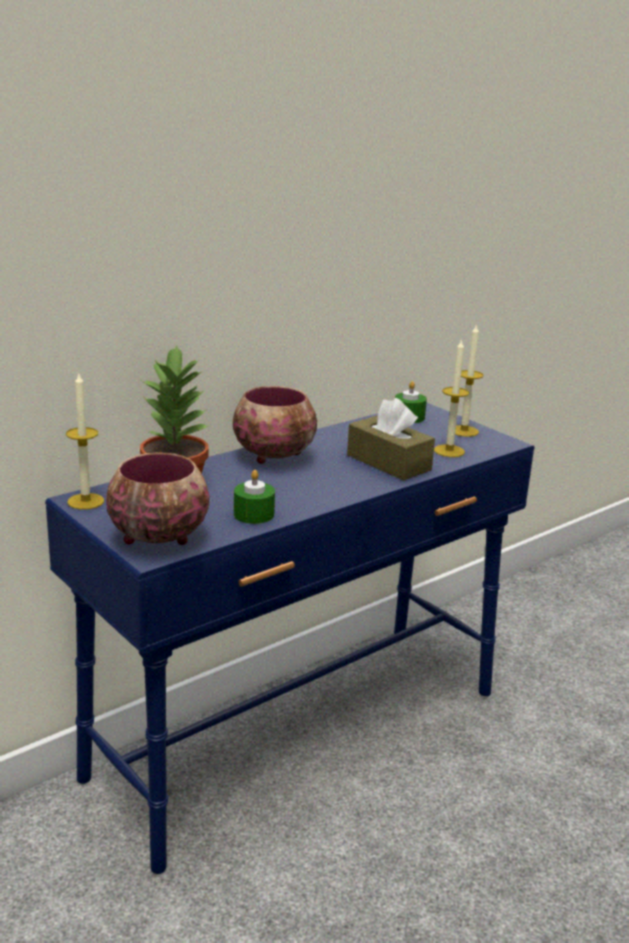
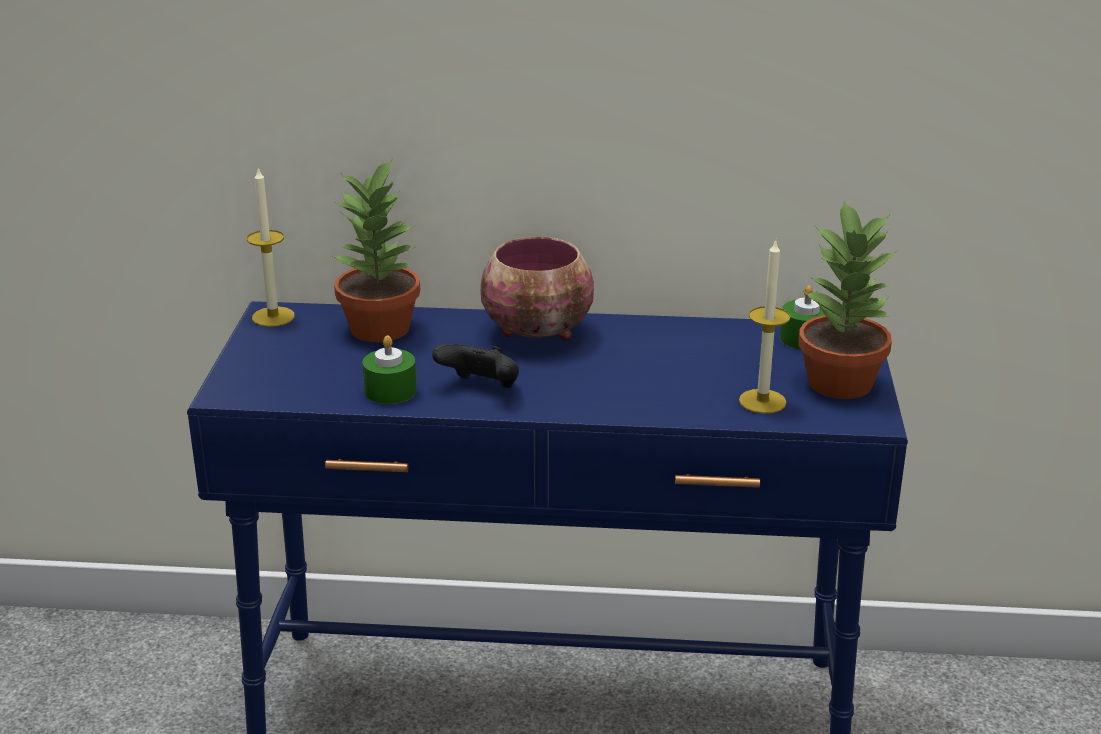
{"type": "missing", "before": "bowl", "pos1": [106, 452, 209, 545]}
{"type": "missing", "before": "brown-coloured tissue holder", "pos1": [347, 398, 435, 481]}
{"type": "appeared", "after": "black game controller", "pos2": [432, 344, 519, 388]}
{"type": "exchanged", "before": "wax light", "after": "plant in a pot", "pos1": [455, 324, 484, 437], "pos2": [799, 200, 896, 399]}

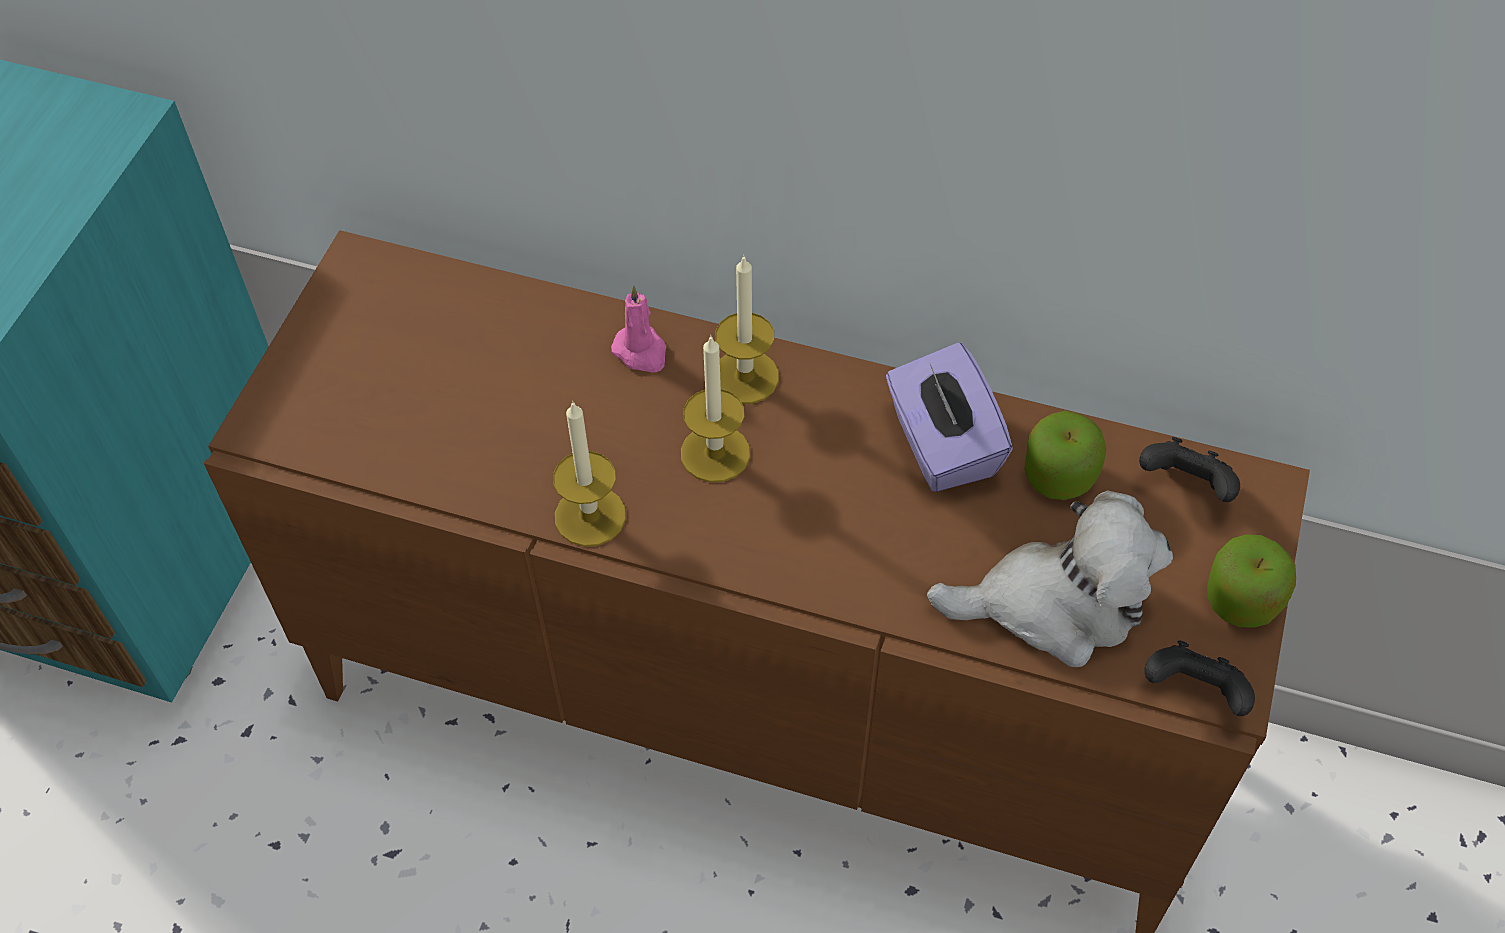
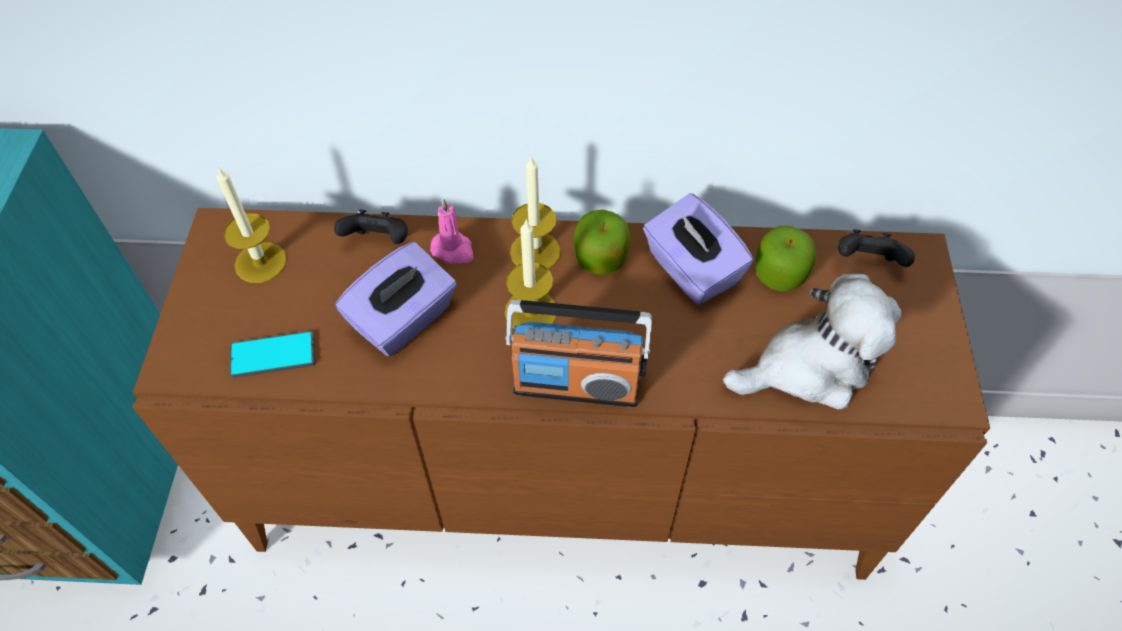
{"type": "appeared", "after": "phone", "pos2": [230, 331, 315, 378]}
{"type": "appeared", "after": "purple tissue holder", "pos2": [335, 242, 457, 356]}
{"type": "appeared", "after": "radio", "pos2": [505, 300, 652, 407]}
{"type": "relocated", "before": "wax light", "pos1": [553, 401, 626, 547], "pos2": [217, 167, 287, 283]}
{"type": "relocated", "before": "black game controller", "pos1": [1144, 641, 1255, 716], "pos2": [334, 210, 408, 244]}
{"type": "relocated", "before": "apple fruit", "pos1": [1207, 534, 1296, 628], "pos2": [574, 209, 631, 275]}

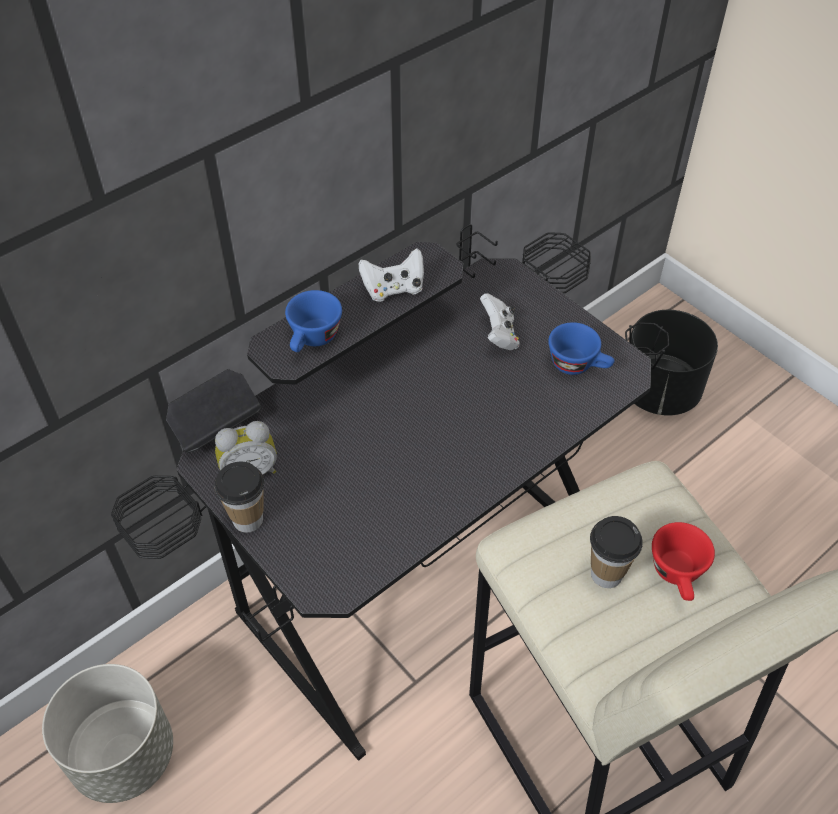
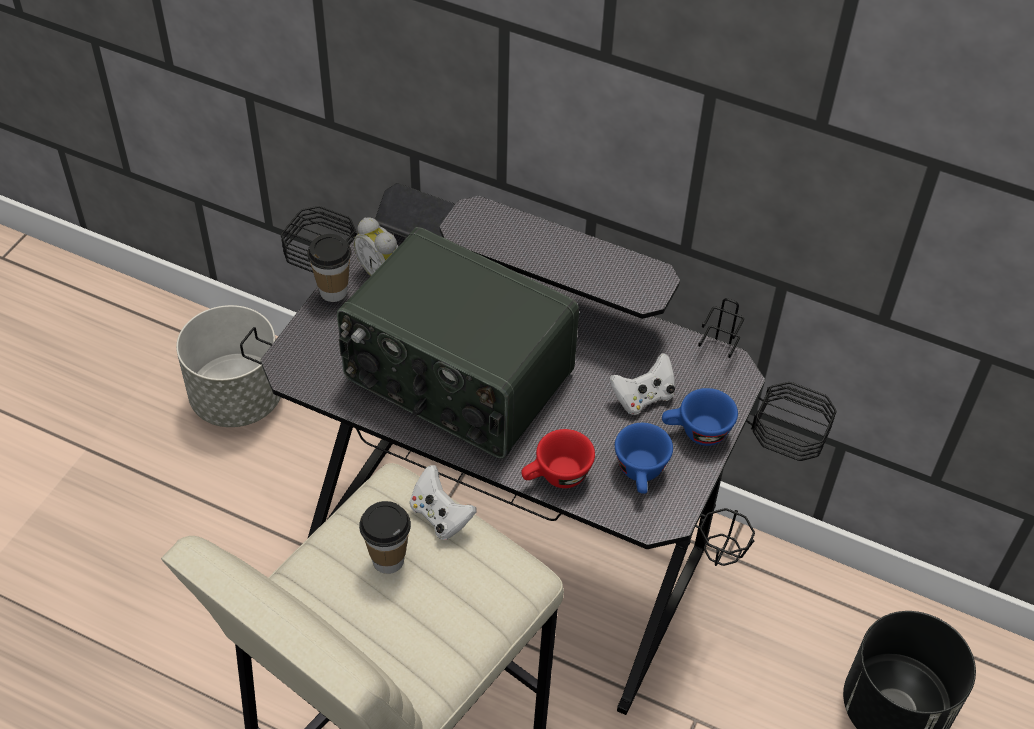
{"type": "appeared", "after": "radio", "pos2": [337, 227, 579, 458]}
{"type": "relocated", "before": "blue-coloured cup", "pos1": [285, 290, 342, 352], "pos2": [662, 388, 738, 446]}
{"type": "relocated", "before": "white-coloured game controller", "pos1": [359, 248, 424, 302], "pos2": [410, 465, 477, 540]}
{"type": "relocated", "before": "red-coloured cup", "pos1": [652, 522, 715, 601], "pos2": [521, 429, 595, 488]}

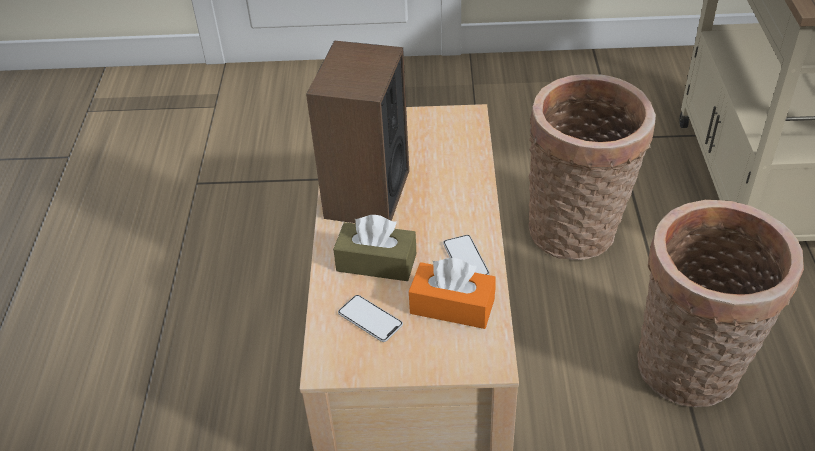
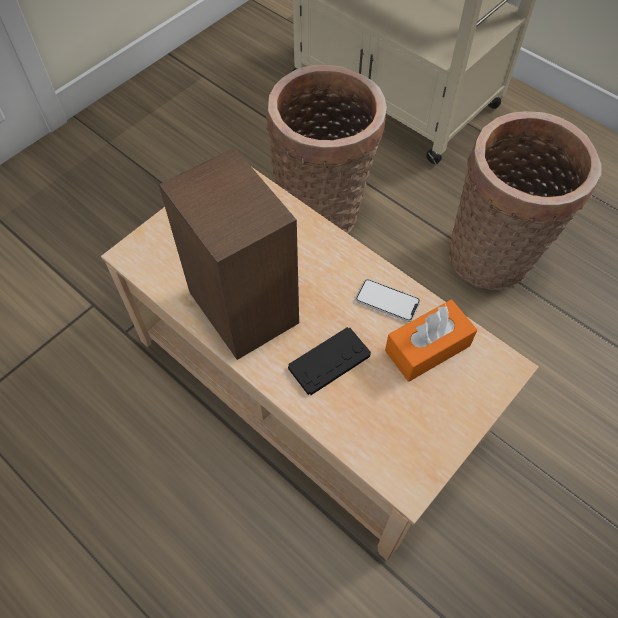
{"type": "missing", "before": "phone", "pos1": [338, 295, 403, 342]}
{"type": "exchanged", "before": "brown-coloured tissue holder", "after": "black game controller", "pos1": [333, 215, 416, 281], "pos2": [288, 327, 371, 395]}

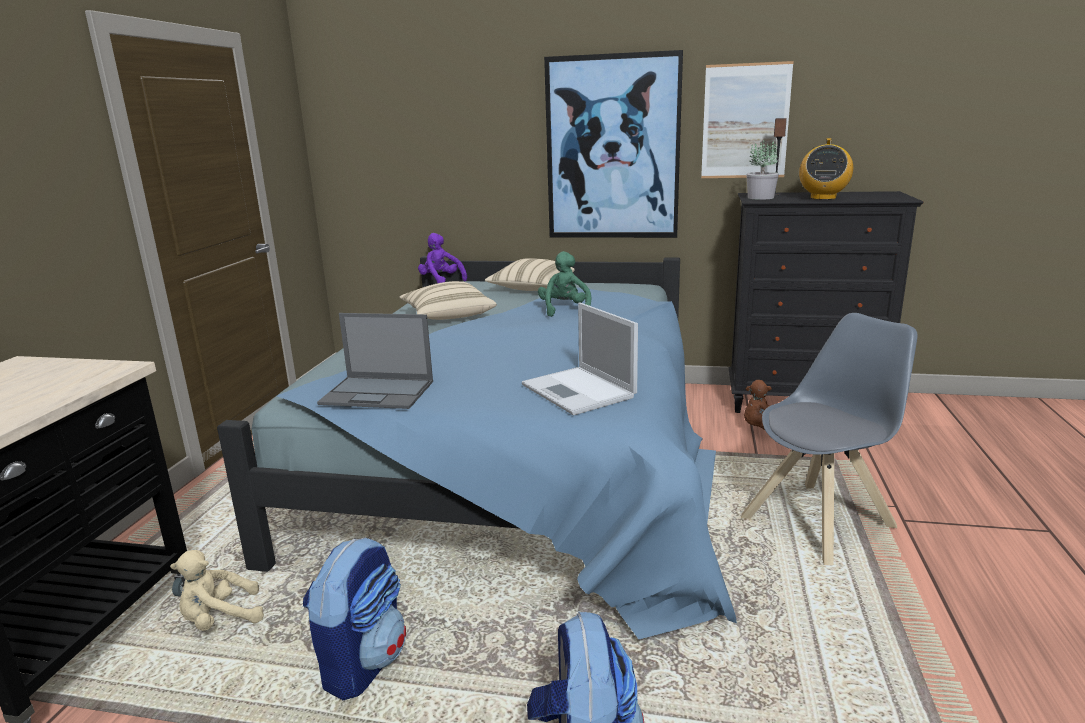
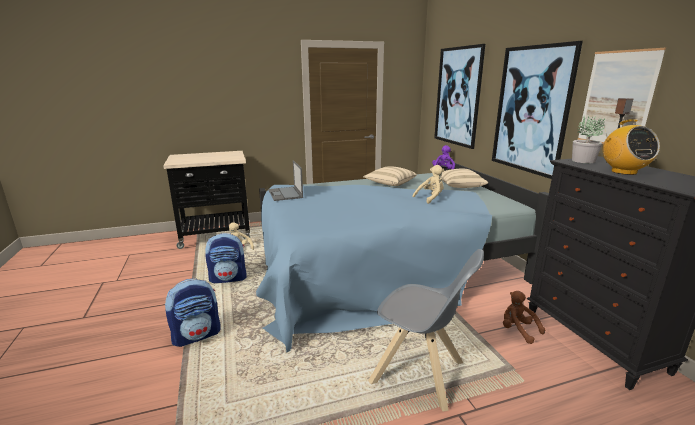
{"type": "missing", "before": "notebook computer", "pos1": [522, 302, 638, 415]}
{"type": "appeared", "after": "picture", "pos2": [434, 44, 486, 149]}
{"type": "colour", "before": "green-coloured plush toy", "after": "beige plush toy", "pos1": [538, 251, 591, 317], "pos2": [413, 165, 444, 204]}
{"type": "spun", "before": "radio", "pos1": [799, 138, 853, 200], "pos2": [603, 119, 660, 175], "turn": -90}

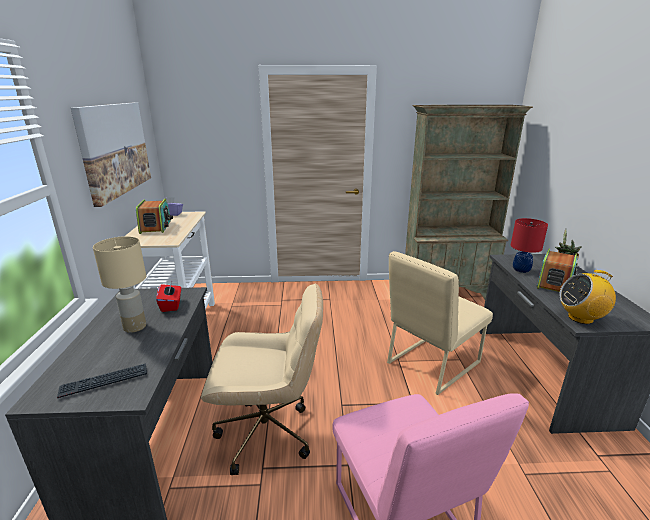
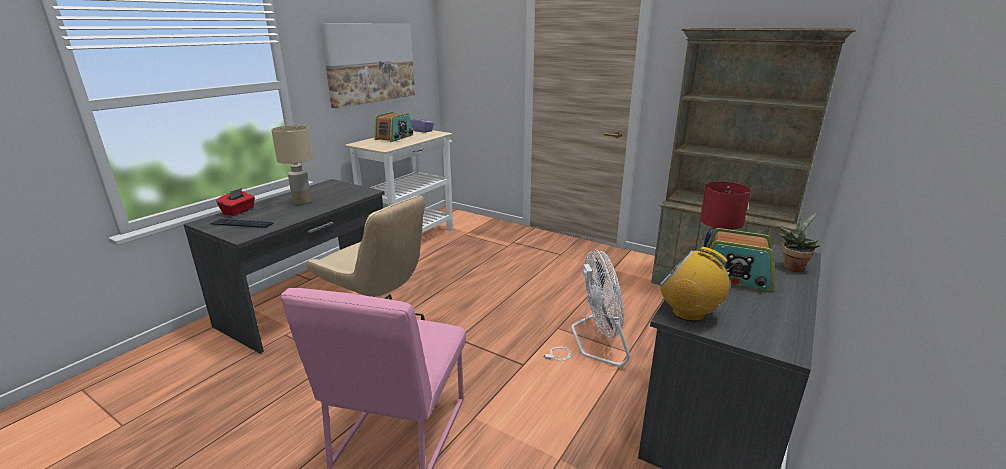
{"type": "relocated", "before": "red-coloured tissue holder", "pos1": [156, 282, 181, 312], "pos2": [216, 188, 255, 216]}
{"type": "exchanged", "before": "beige upright chair", "after": "white-coloured electric fan", "pos1": [387, 251, 493, 395], "pos2": [543, 250, 630, 369]}
{"type": "spun", "before": "radio", "pos1": [537, 249, 578, 292], "pos2": [704, 228, 774, 291], "turn": 45}

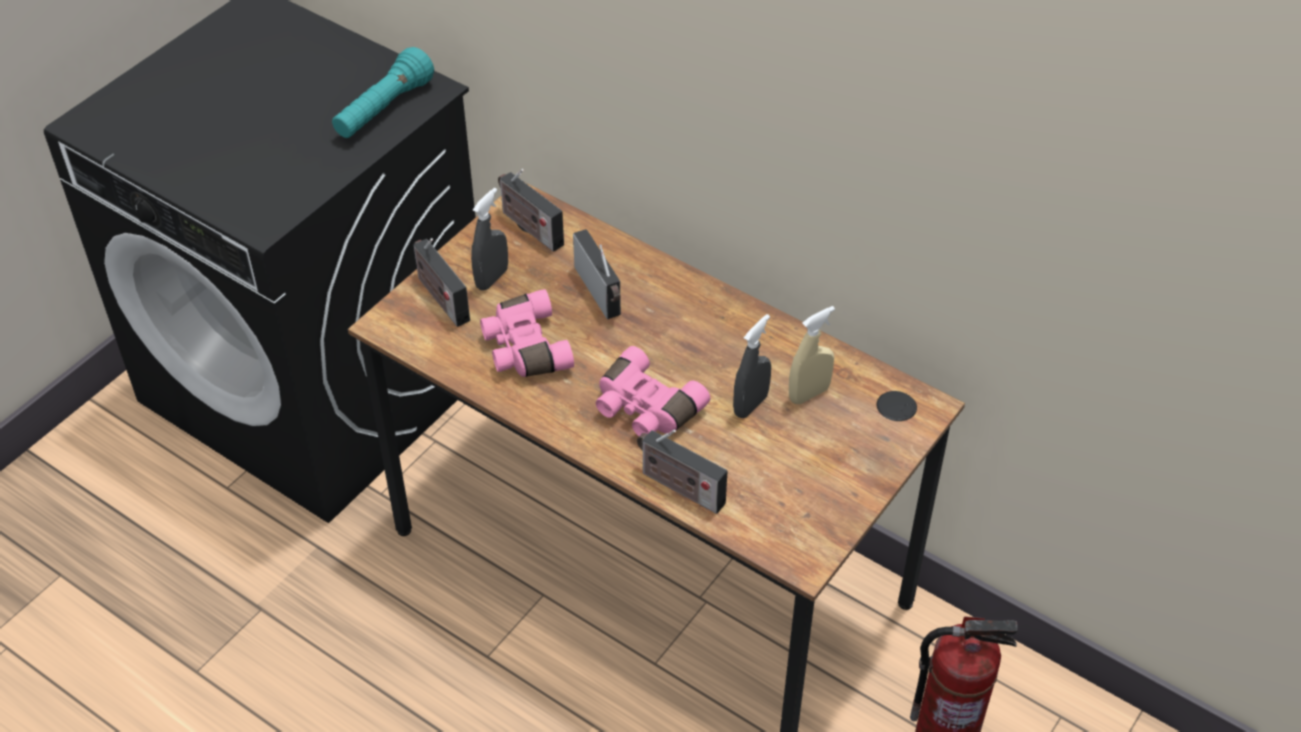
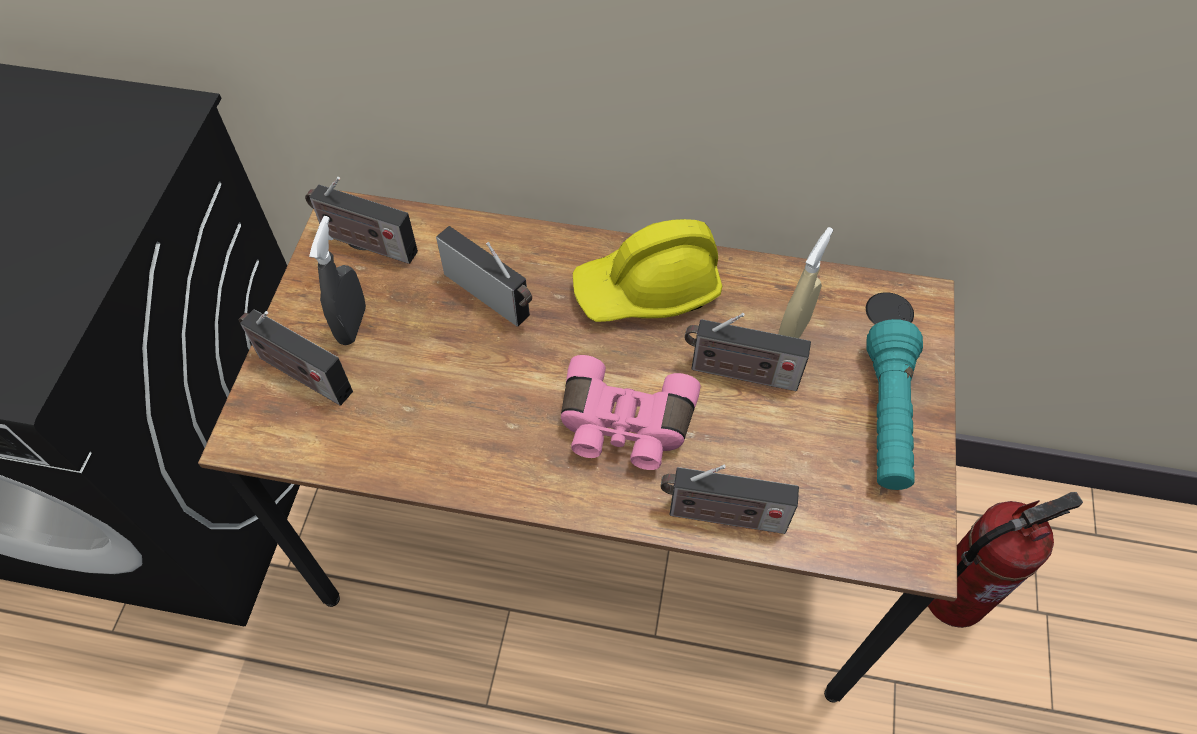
{"type": "missing", "before": "pinkish field glasses", "pos1": [480, 289, 574, 377]}
{"type": "appeared", "after": "yellowish work helmet", "pos2": [573, 219, 722, 322]}
{"type": "relocated", "before": "turquoise hand torch", "pos1": [332, 47, 434, 138], "pos2": [866, 319, 923, 490]}
{"type": "exchanged", "before": "gray spray bottle", "after": "radio", "pos1": [733, 314, 771, 418], "pos2": [685, 313, 811, 391]}

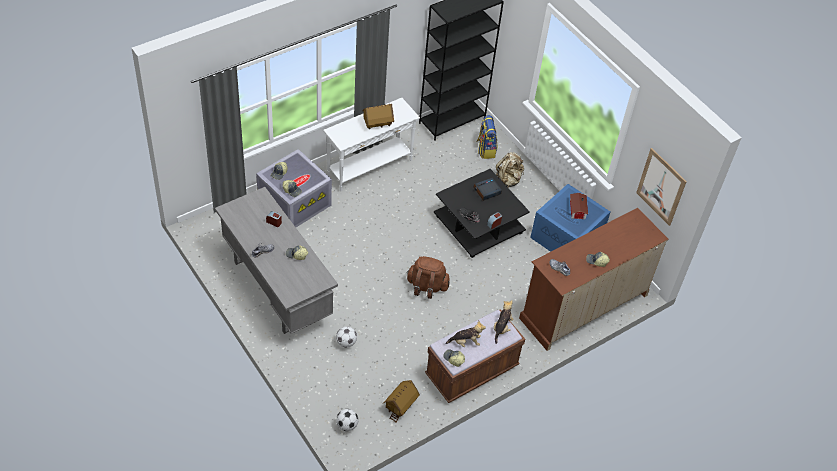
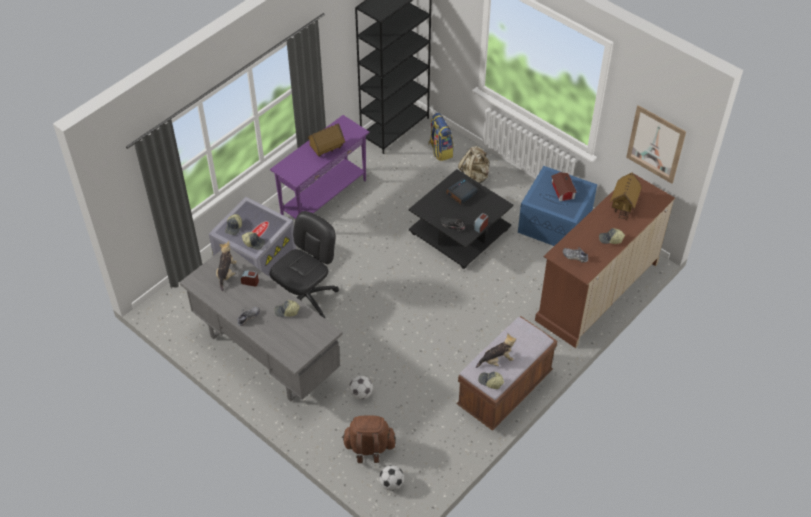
{"type": "appeared", "after": "black computer chair", "pos2": [269, 211, 339, 318]}
{"type": "relocated", "before": "toy house", "pos1": [384, 380, 420, 423], "pos2": [609, 173, 642, 221]}
{"type": "relocated", "before": "brown-coloured rucksack", "pos1": [407, 256, 450, 299], "pos2": [342, 415, 396, 463]}
{"type": "relocated", "before": "plush toy", "pos1": [494, 300, 513, 344], "pos2": [216, 241, 237, 291]}
{"type": "colour", "before": "white-coloured narrow table", "after": "purple narrow table", "pos1": [323, 98, 420, 192], "pos2": [270, 115, 369, 219]}

